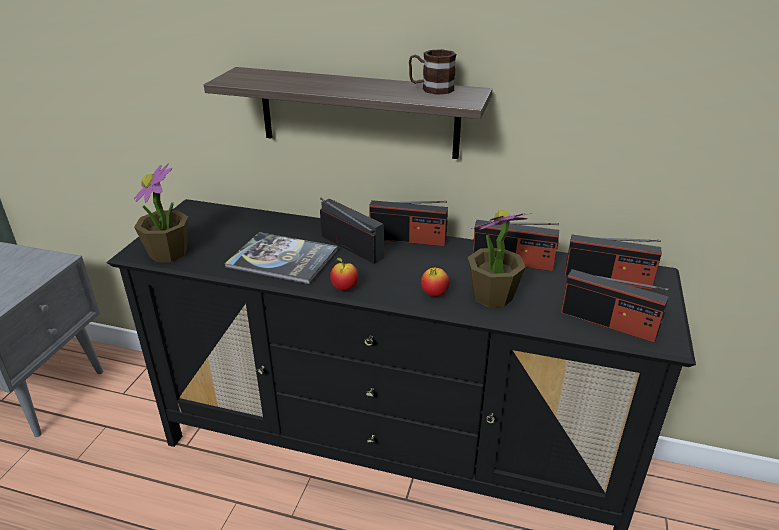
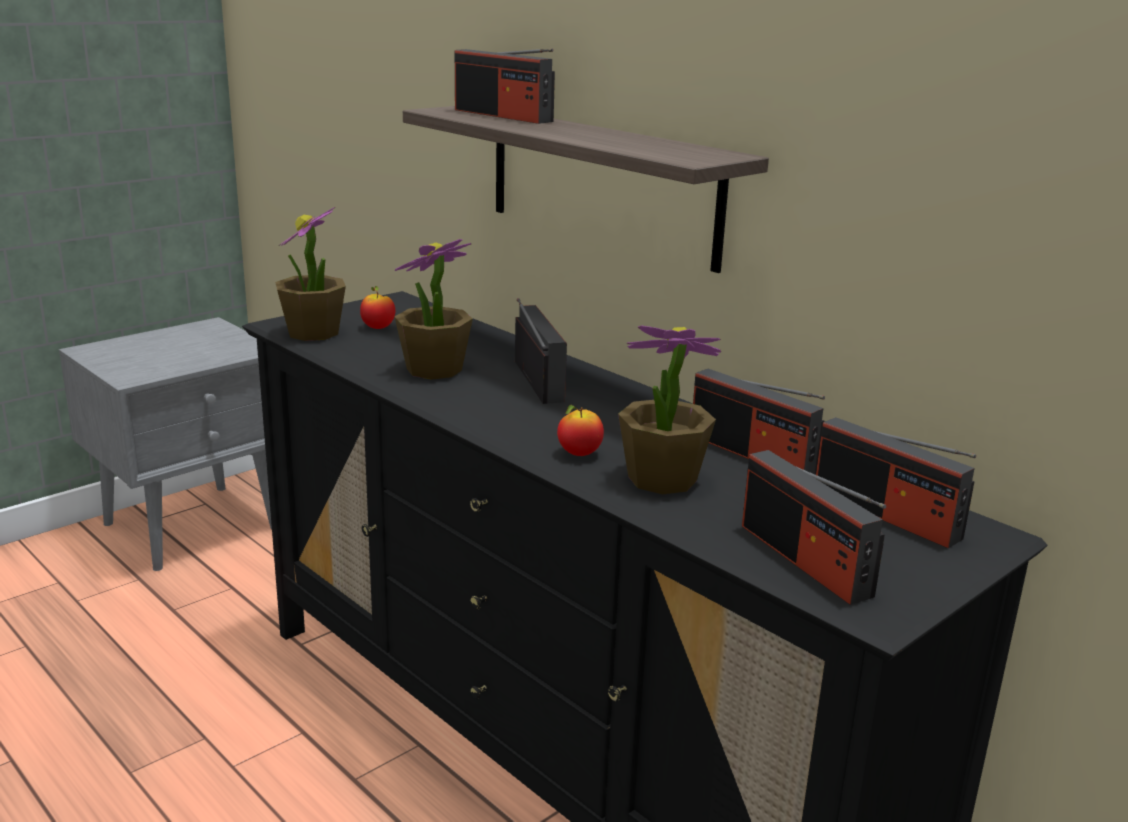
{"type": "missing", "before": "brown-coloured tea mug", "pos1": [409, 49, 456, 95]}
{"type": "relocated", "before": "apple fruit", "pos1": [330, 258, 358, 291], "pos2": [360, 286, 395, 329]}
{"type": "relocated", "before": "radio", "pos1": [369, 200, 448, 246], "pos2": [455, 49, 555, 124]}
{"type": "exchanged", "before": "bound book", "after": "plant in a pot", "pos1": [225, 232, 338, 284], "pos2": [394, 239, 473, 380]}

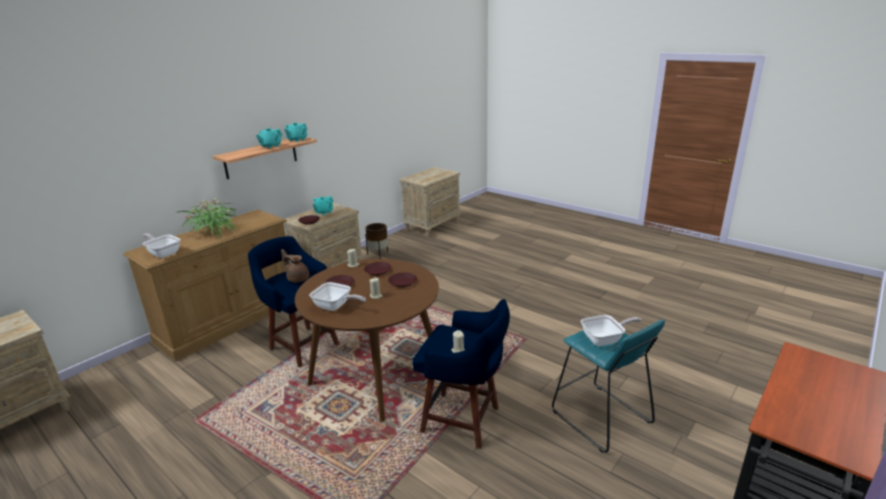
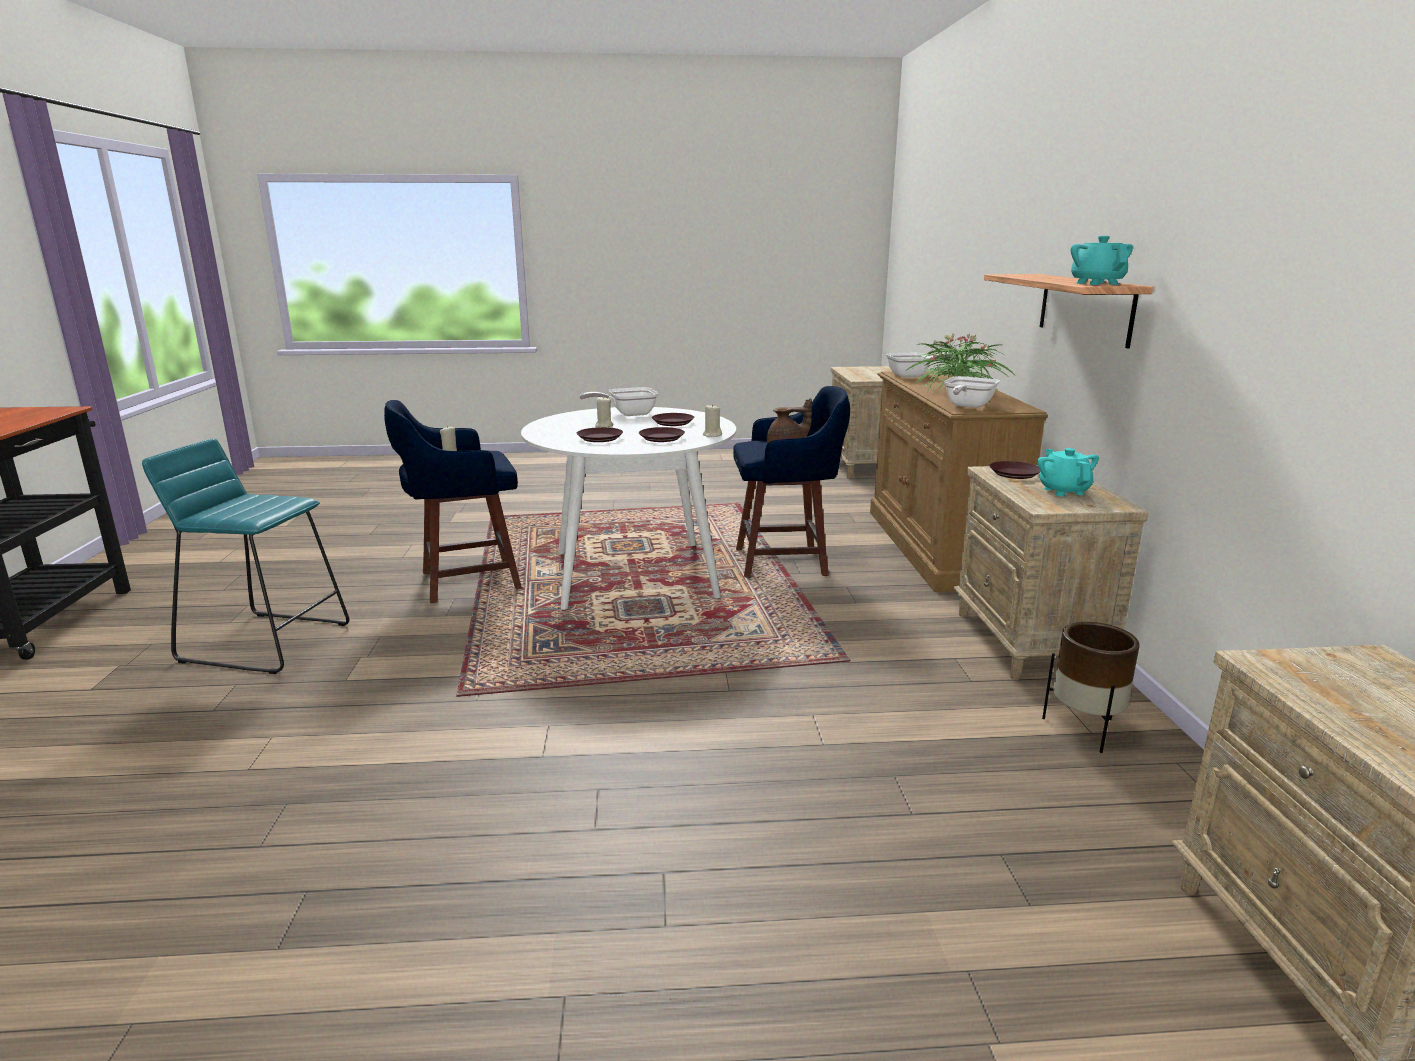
{"type": "missing", "before": "turquoise pot for tea", "pos1": [256, 128, 282, 149]}
{"type": "relocated", "before": "pan", "pos1": [581, 315, 642, 346], "pos2": [944, 376, 1000, 408]}
{"type": "colour", "before": "brown-coloured kitchen table", "after": "white-coloured kitchen table", "pos1": [295, 259, 439, 422], "pos2": [521, 407, 736, 610]}

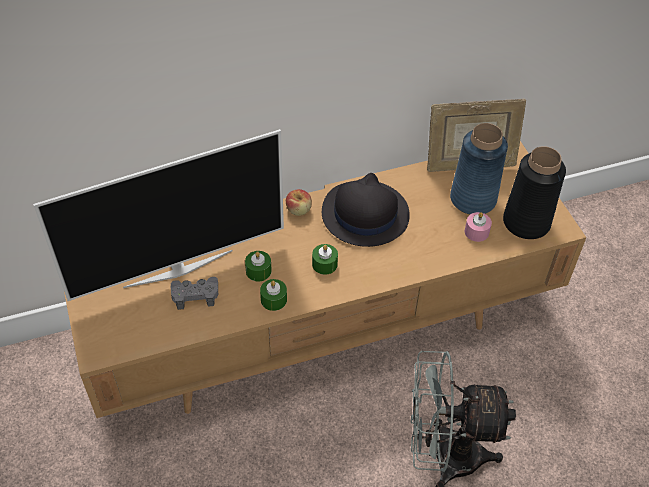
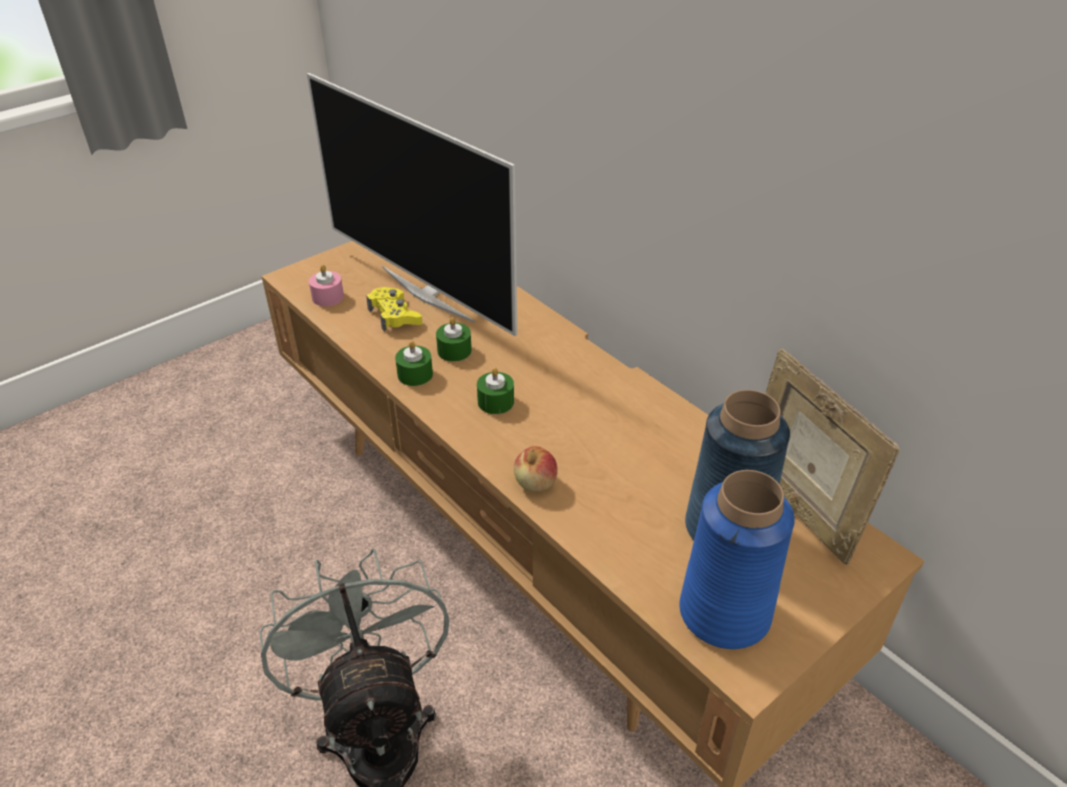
{"type": "missing", "before": "black hat", "pos1": [322, 173, 410, 247]}
{"type": "relocated", "before": "apple fruit", "pos1": [286, 189, 312, 216], "pos2": [514, 446, 558, 492]}
{"type": "relocated", "before": "pinkish wax light", "pos1": [465, 212, 492, 242], "pos2": [309, 265, 344, 306]}
{"type": "colour", "before": "gray game controller", "after": "yellowish game controller", "pos1": [171, 277, 218, 310], "pos2": [366, 287, 422, 332]}
{"type": "colour", "before": "black flower vase", "after": "blue-coloured flower vase", "pos1": [503, 146, 566, 239], "pos2": [679, 470, 795, 649]}

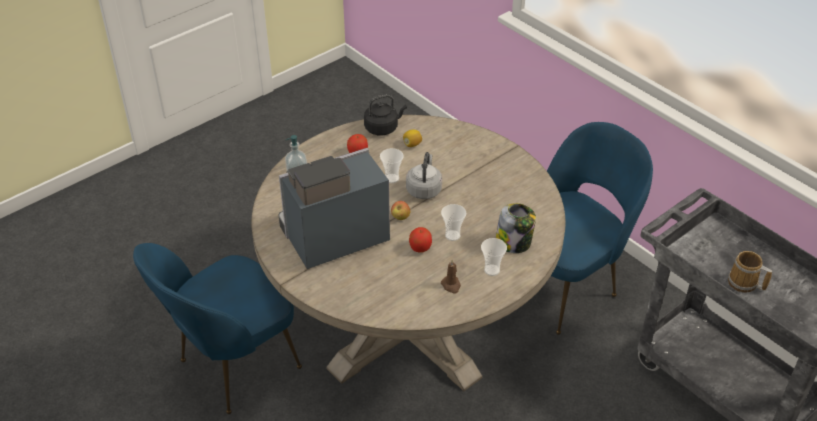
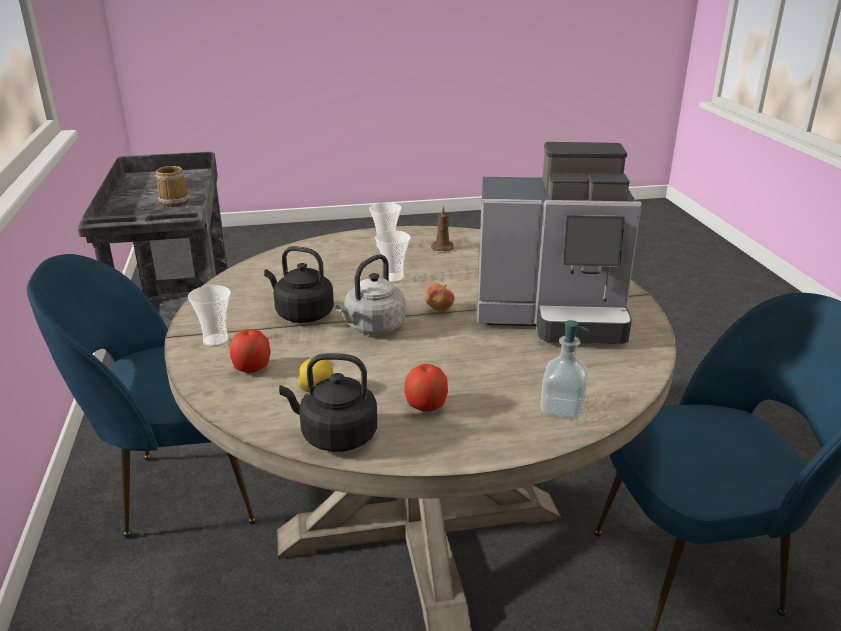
{"type": "missing", "before": "preserve jar", "pos1": [496, 203, 536, 253]}
{"type": "appeared", "after": "black kettle", "pos2": [264, 246, 334, 323]}
{"type": "relocated", "before": "cup", "pos1": [380, 148, 404, 183], "pos2": [188, 285, 231, 347]}
{"type": "relocated", "before": "apple fruit", "pos1": [409, 227, 432, 253], "pos2": [230, 329, 271, 373]}

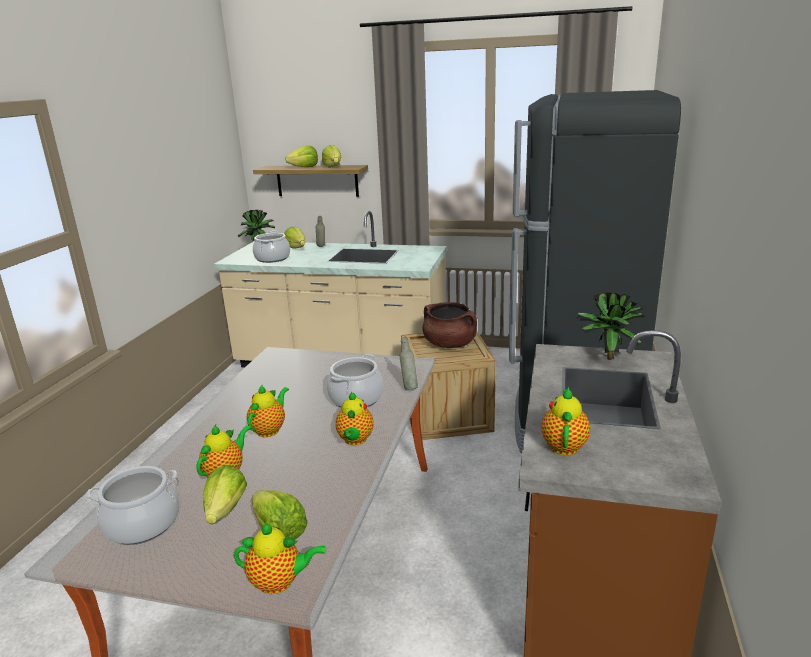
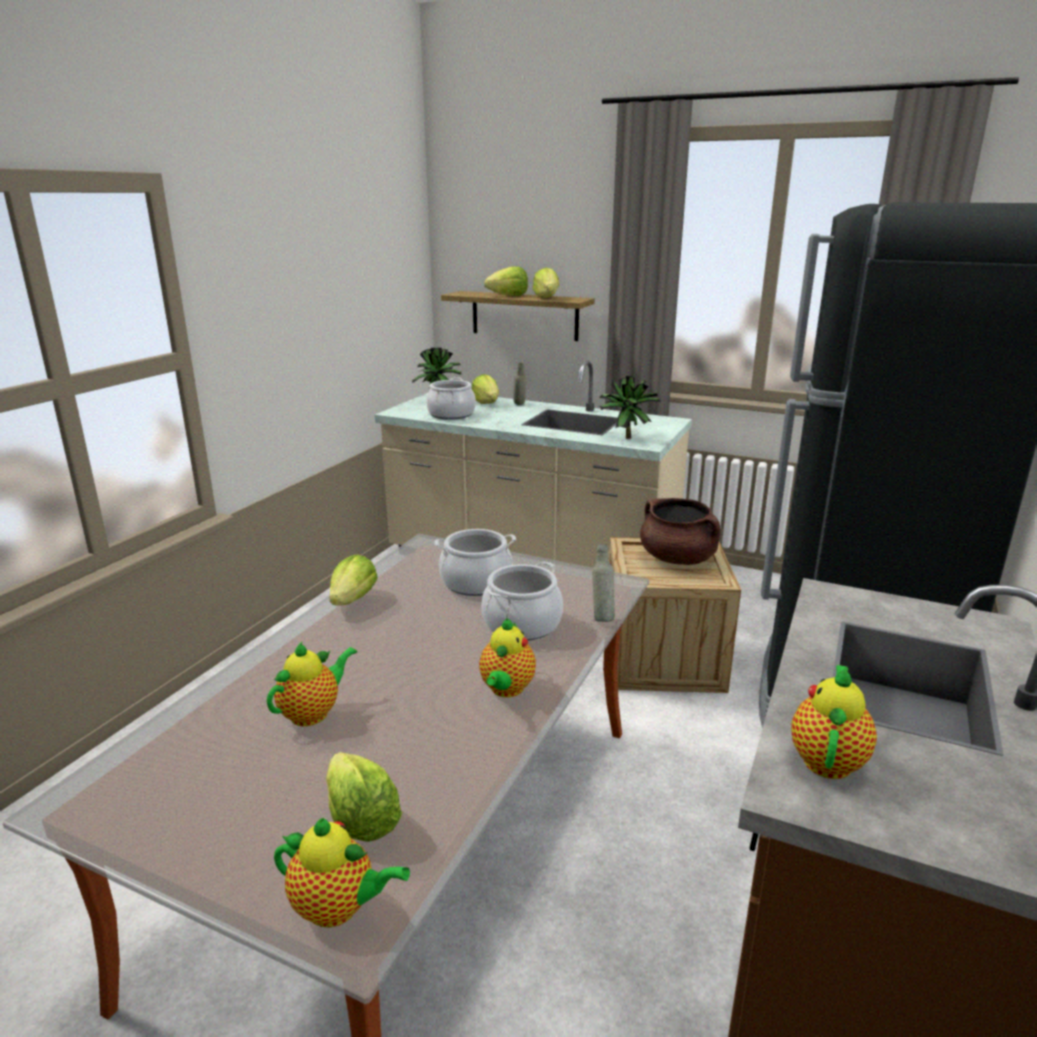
{"type": "missing", "before": "pot for tea", "pos1": [247, 384, 289, 437]}
{"type": "relocated", "before": "stockpot", "pos1": [86, 466, 179, 545], "pos2": [434, 529, 516, 596]}
{"type": "relocated", "before": "lettuce", "pos1": [203, 465, 247, 523], "pos2": [330, 554, 378, 606]}
{"type": "relocated", "before": "plant in a pot", "pos1": [577, 292, 645, 360], "pos2": [599, 376, 660, 439]}

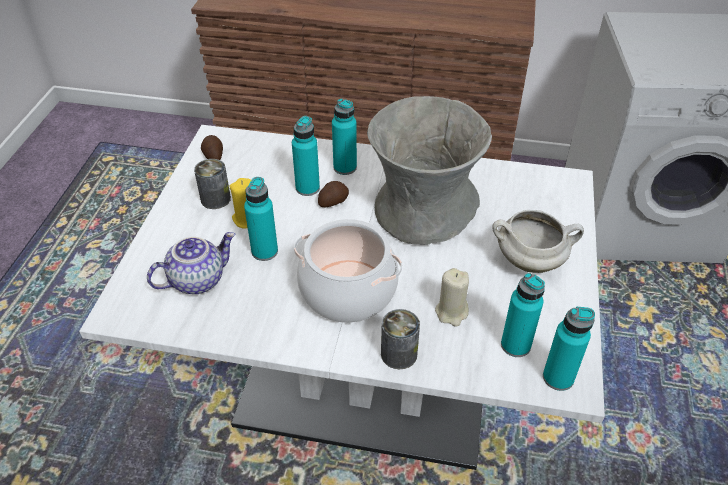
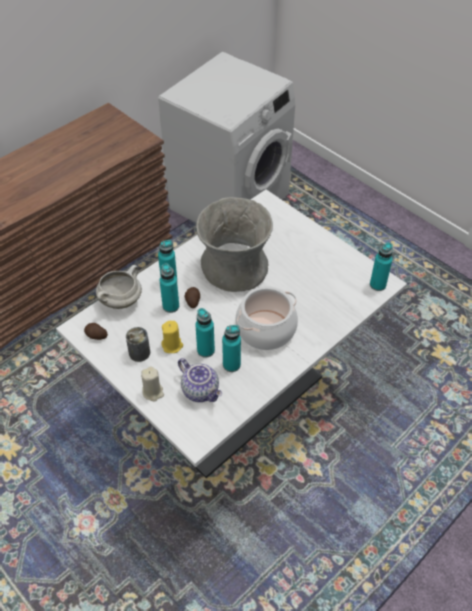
{"type": "missing", "before": "can", "pos1": [381, 309, 420, 369]}
{"type": "relocated", "before": "beige wax light", "pos1": [435, 268, 469, 327], "pos2": [141, 367, 164, 402]}
{"type": "relocated", "before": "white-coloured stockpot", "pos1": [492, 210, 584, 273], "pos2": [96, 265, 142, 309]}
{"type": "relocated", "before": "turquoise bottle", "pos1": [501, 273, 545, 357], "pos2": [222, 325, 241, 372]}
{"type": "spun", "before": "pot for tea", "pos1": [147, 232, 235, 294], "pos2": [178, 358, 222, 402], "turn": 135}

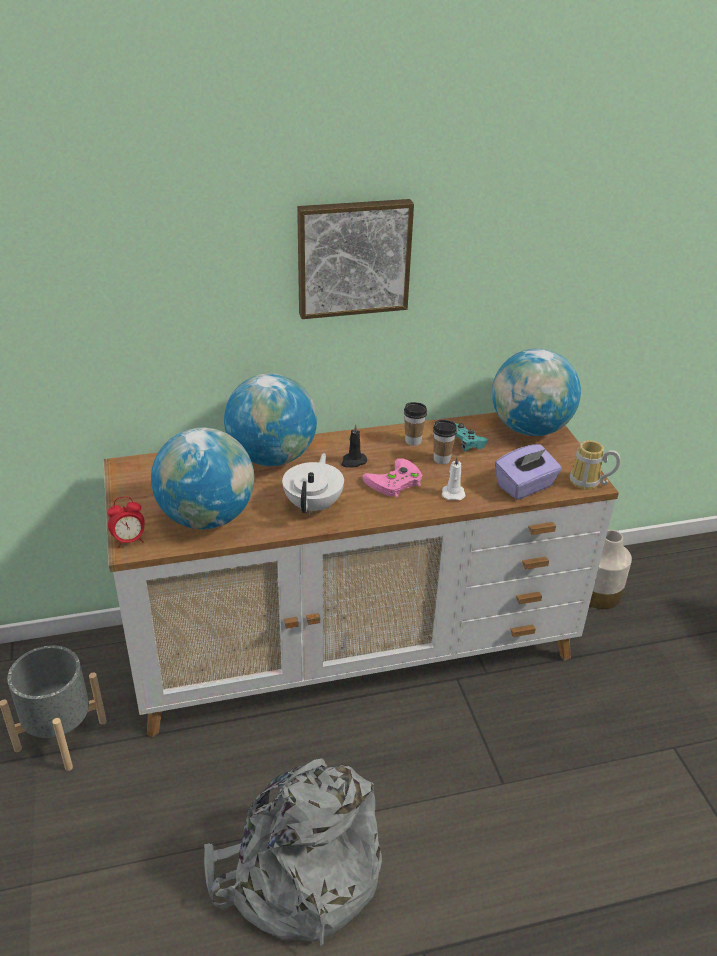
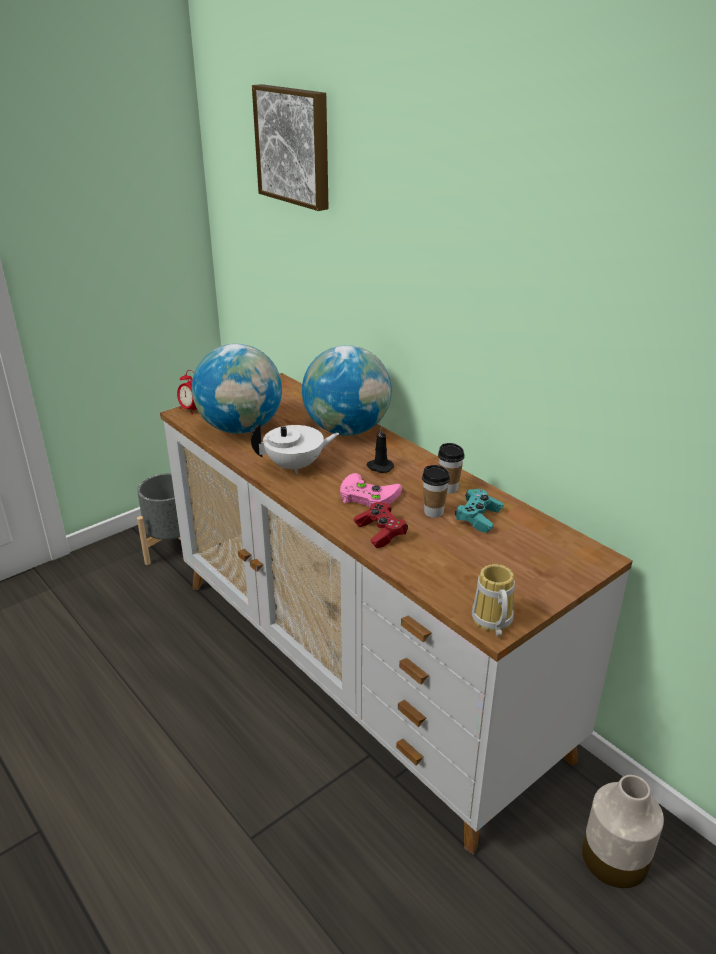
{"type": "missing", "before": "gray rucksack", "pos1": [204, 758, 382, 945]}
{"type": "missing", "before": "globe", "pos1": [492, 348, 581, 436]}
{"type": "missing", "before": "purple tissue holder", "pos1": [495, 444, 562, 500]}
{"type": "relocated", "before": "picture", "pos1": [297, 199, 414, 319], "pos2": [252, 84, 329, 211]}
{"type": "exchanged", "before": "white-coloured wax light", "after": "red-coloured game controller", "pos1": [442, 456, 466, 500], "pos2": [354, 502, 408, 548]}

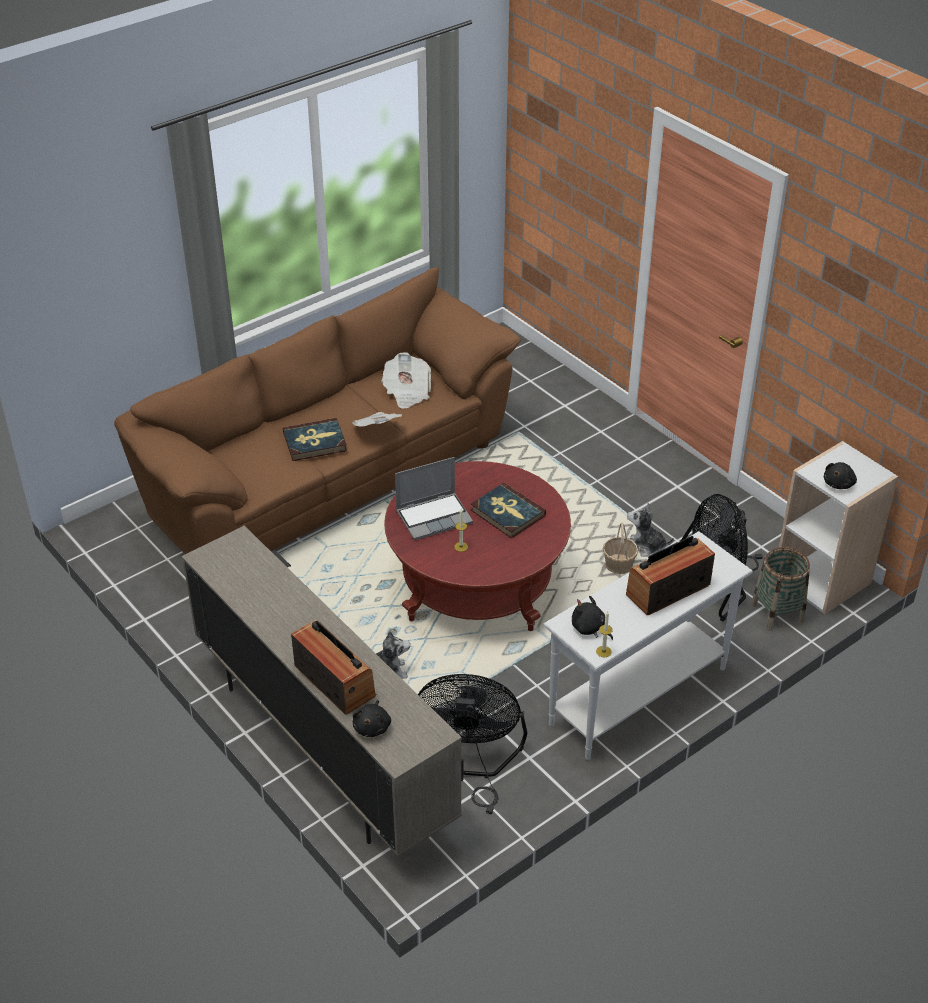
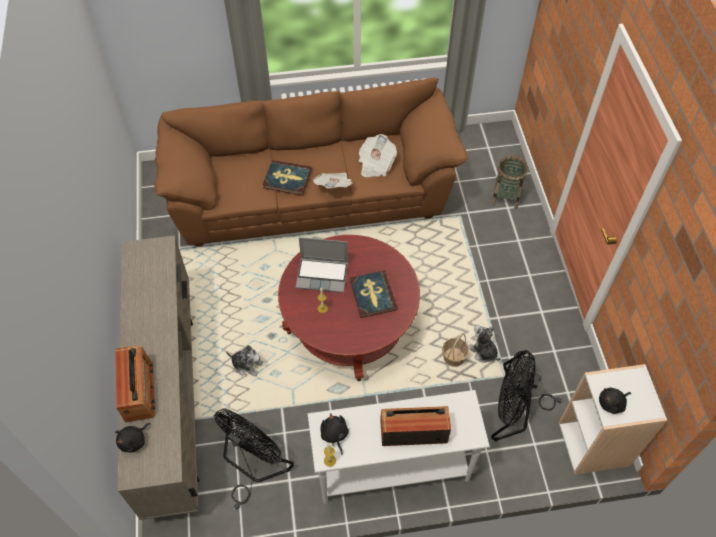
{"type": "relocated", "before": "household basket", "pos1": [751, 547, 810, 631], "pos2": [491, 156, 528, 209]}

